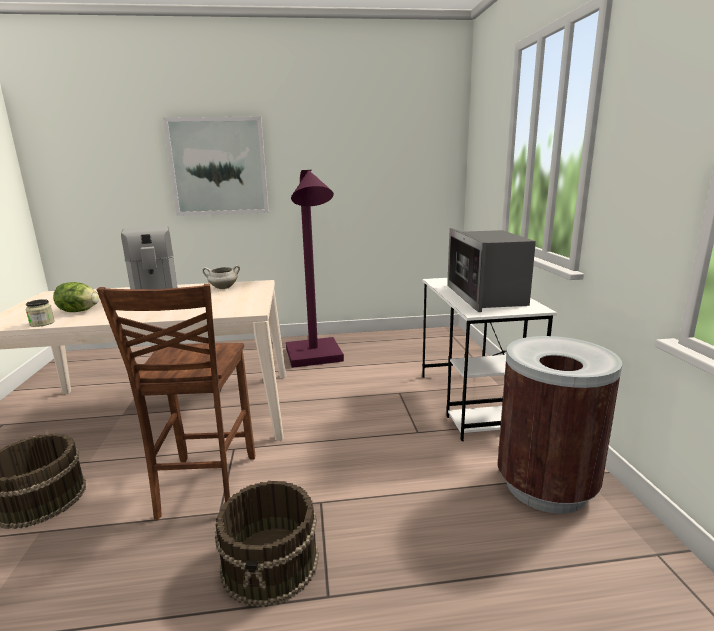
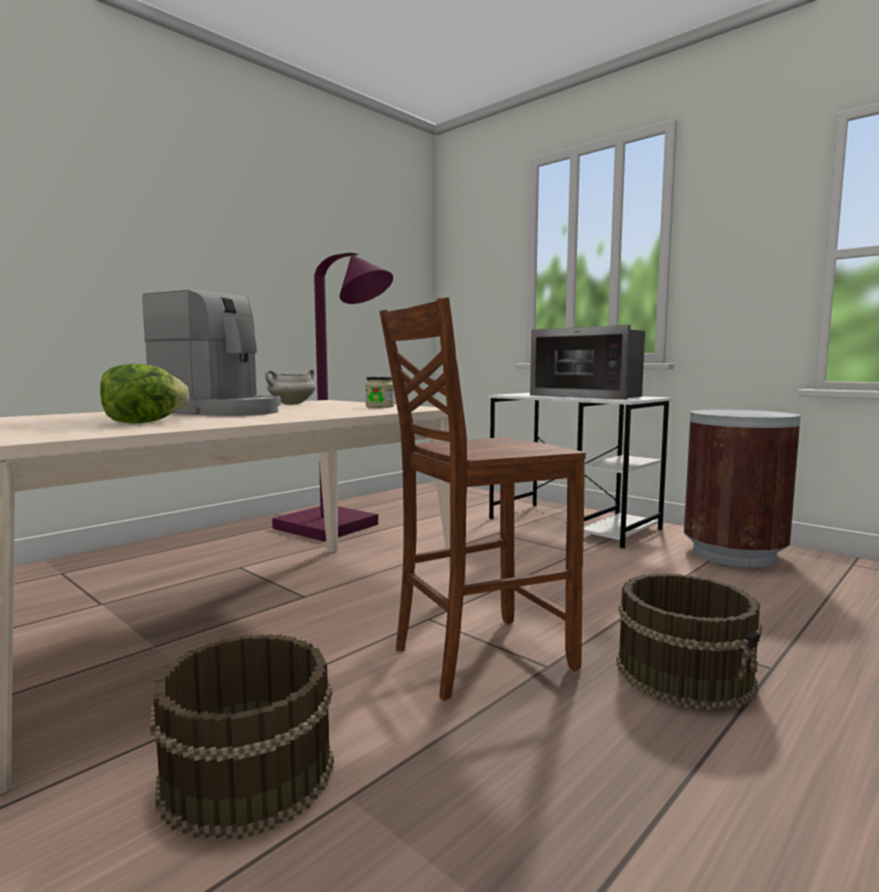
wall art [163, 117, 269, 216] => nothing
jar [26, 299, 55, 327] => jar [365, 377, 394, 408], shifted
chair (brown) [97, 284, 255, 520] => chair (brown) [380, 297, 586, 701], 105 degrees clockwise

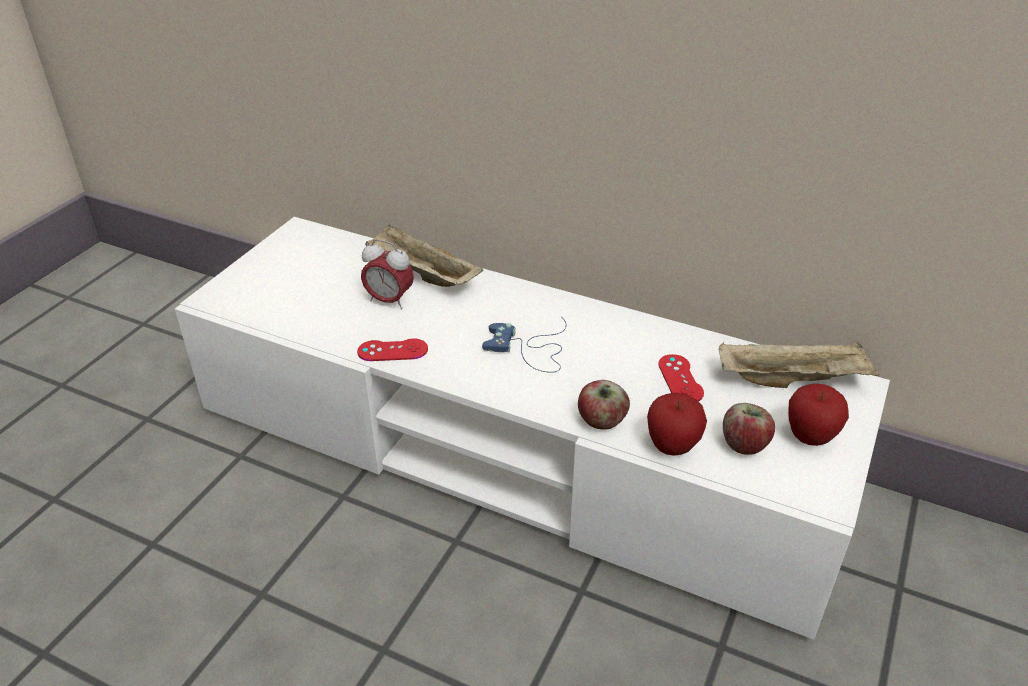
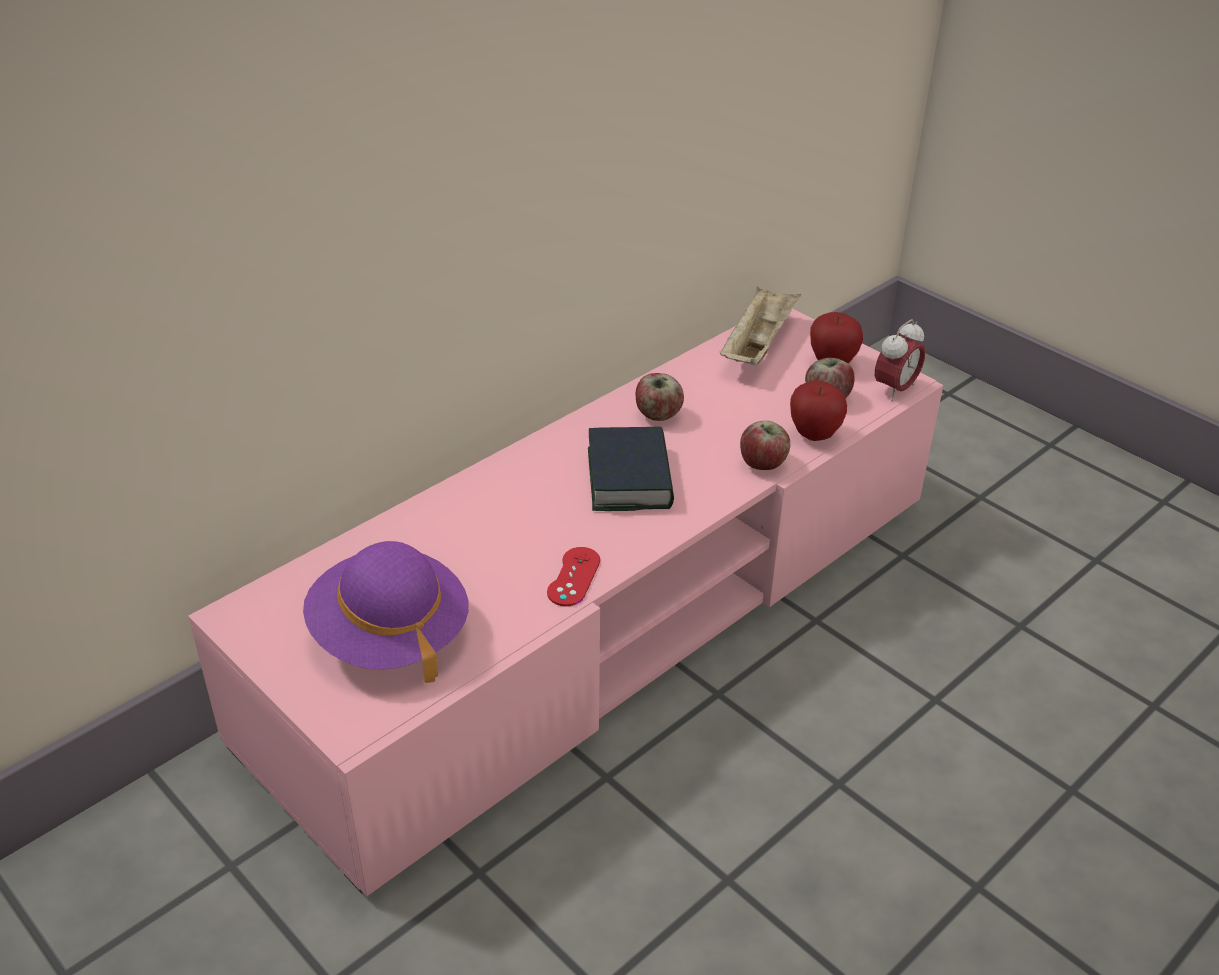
tray (sand-coloured) [365, 224, 483, 287] => nothing
gamepad (reddish) [658, 354, 704, 401] => nothing
nothing => clothing hat (purplish) [303, 541, 469, 683]
nothing => whole apple [636, 373, 684, 421]
alarm clock [361, 239, 414, 309] => alarm clock [875, 319, 926, 401], shifted
gamepad (blue) [482, 317, 567, 373] => volume [588, 427, 674, 511]
media console (whitish) [175, 217, 890, 640] => media console (pink-coloured) [188, 309, 943, 896]

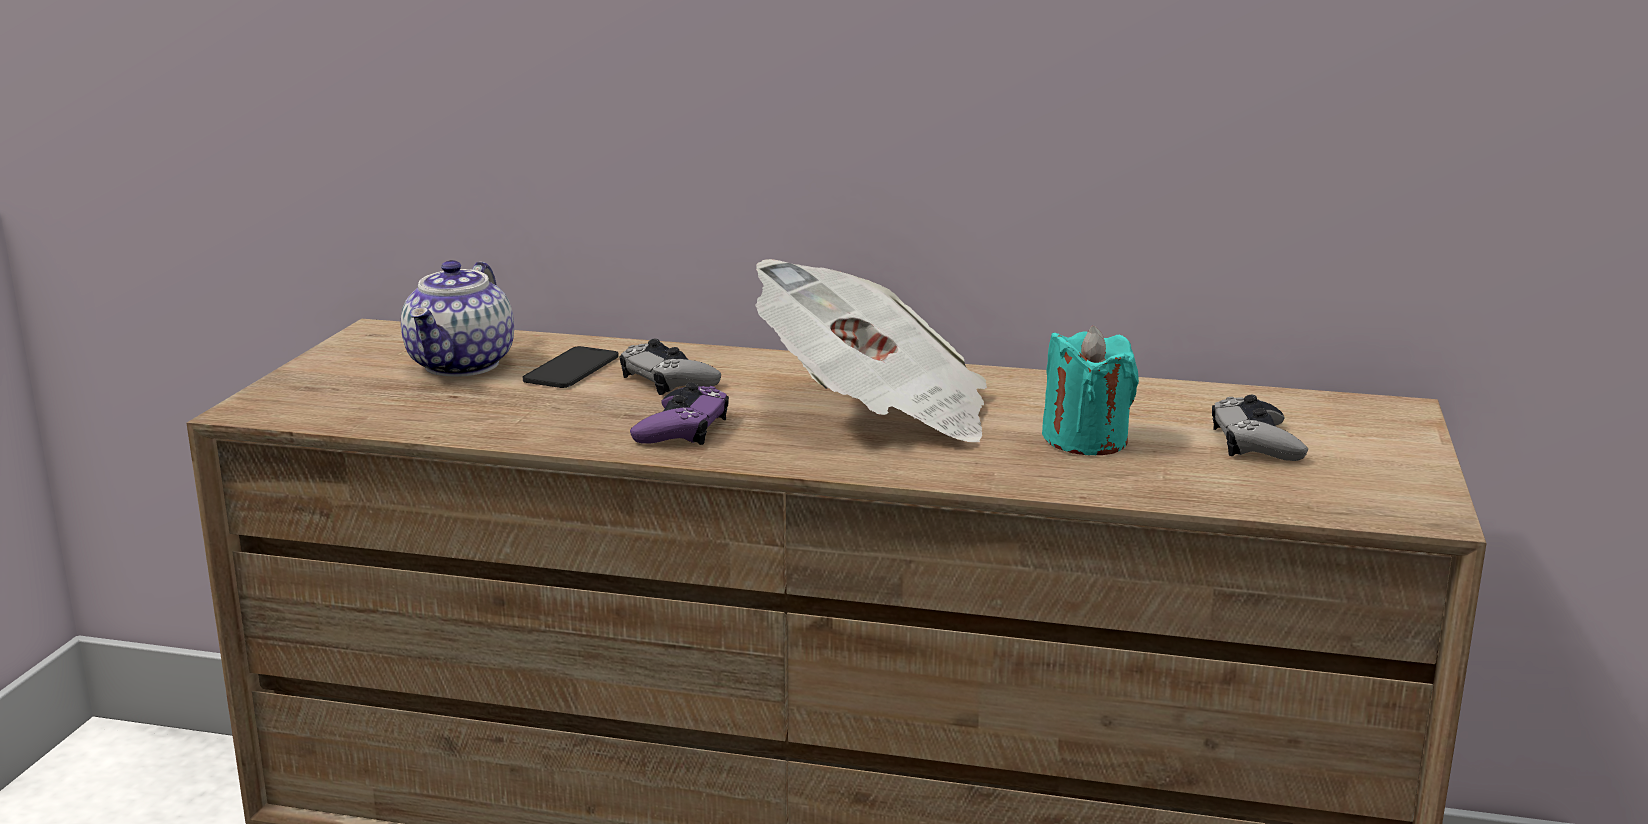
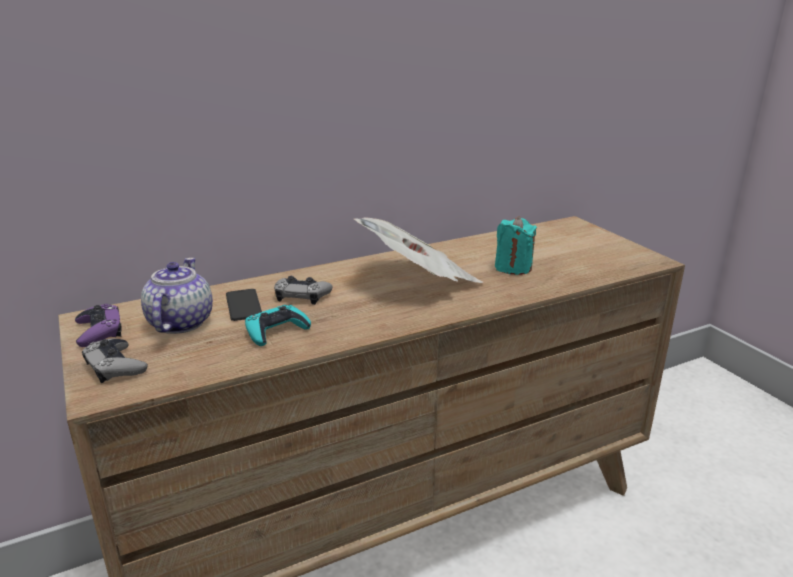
nothing => gamepad (turquoise) [245, 305, 311, 346]
gamepad (purplish) [630, 382, 729, 445] => gamepad (purplish) [75, 304, 122, 347], shifted
gamepad (gray) [1212, 395, 1308, 461] => gamepad (gray) [82, 339, 148, 383], shifted
tea pot [401, 260, 514, 377] => tea pot [141, 258, 213, 334], 150 degrees counterclockwise

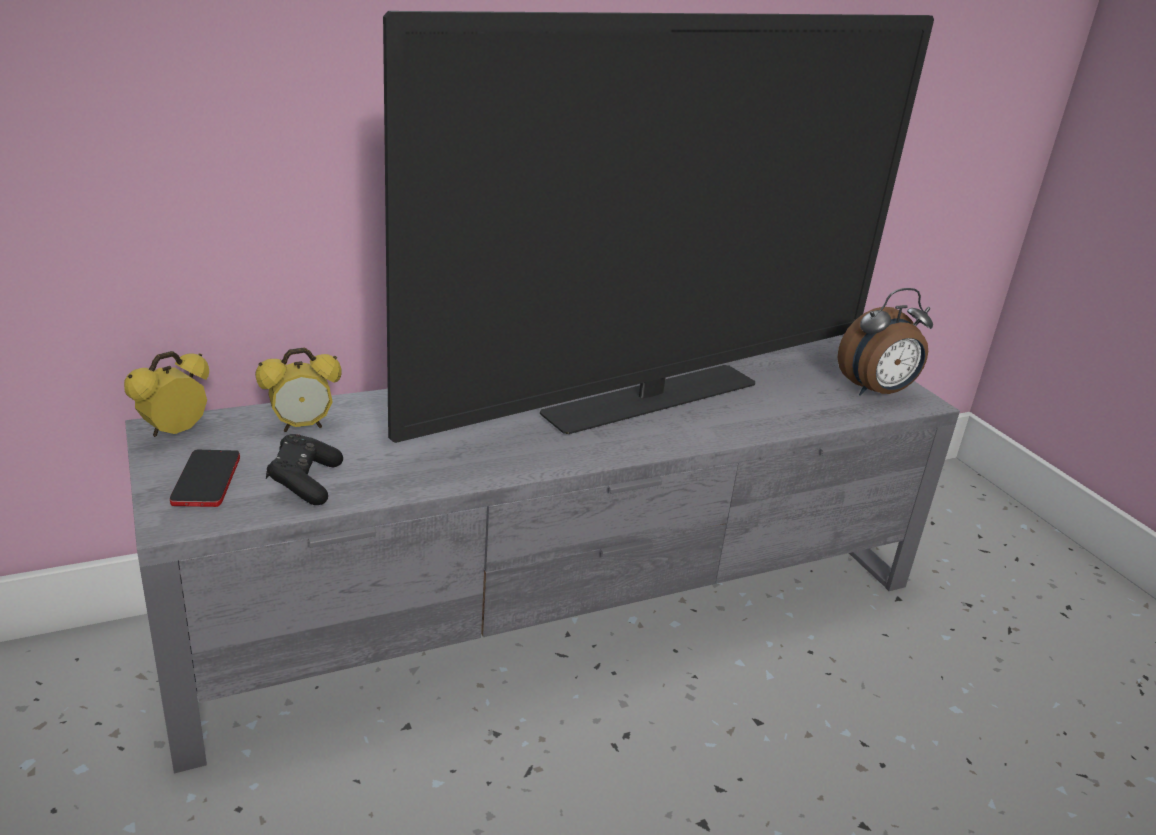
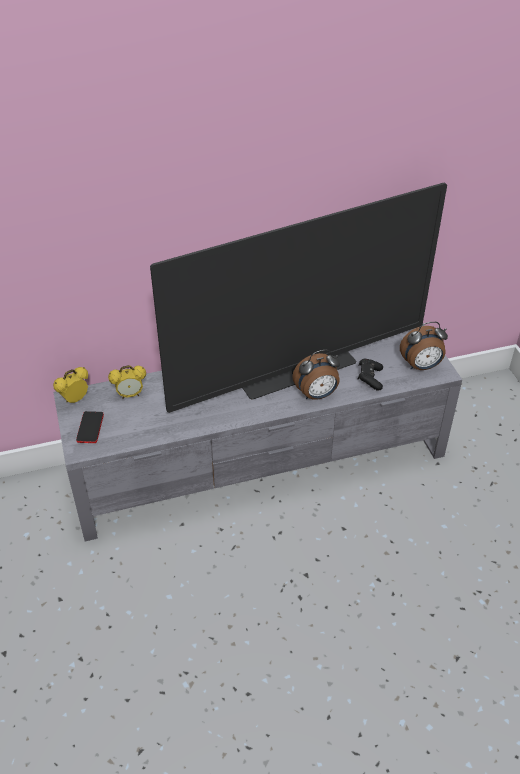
nothing => alarm clock [292, 350, 340, 400]
gamepad (black) [266, 434, 343, 505] => gamepad (black) [358, 359, 383, 391], shifted

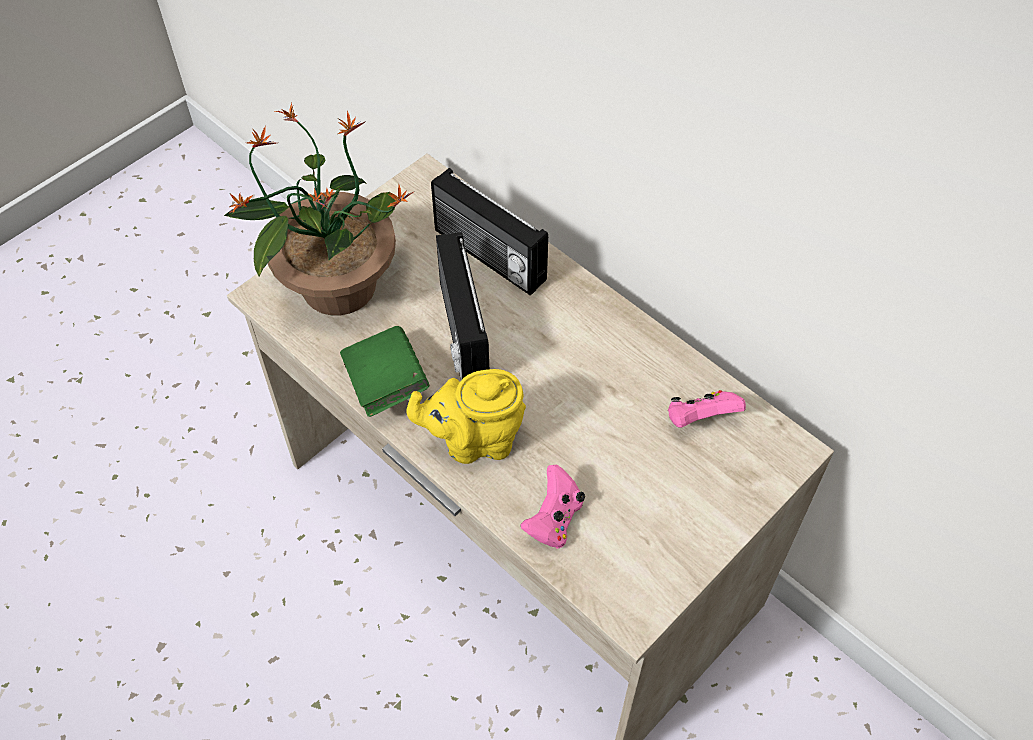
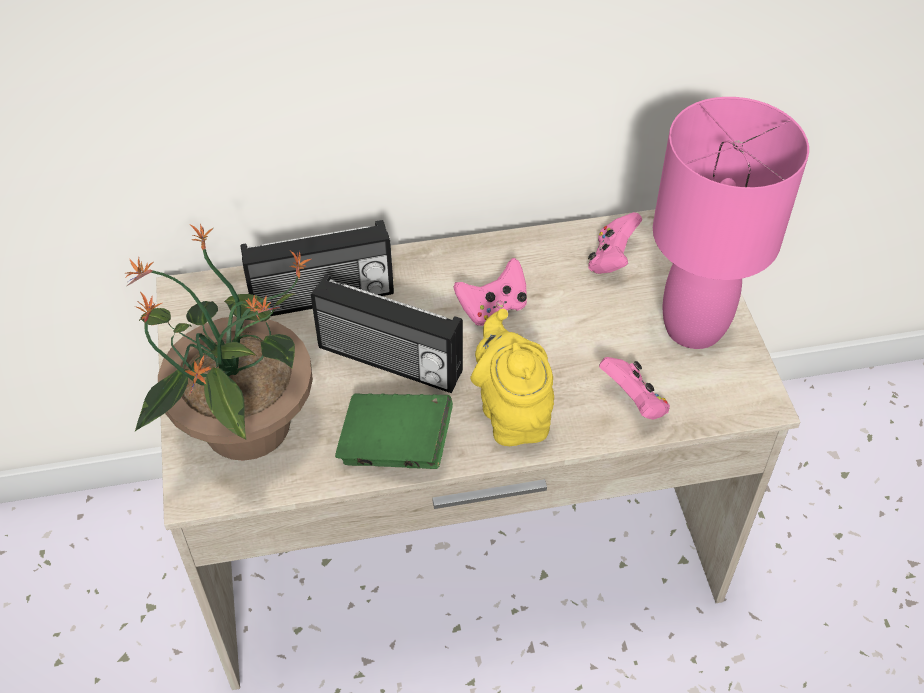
nothing => gamepad (pink-coloured) [453, 258, 527, 326]
nothing => tabletop lamp (pink-coloured) [653, 97, 809, 349]
tea pot (yellow-coloured) [406, 369, 526, 464] => tea pot (yellow-coloured) [470, 309, 554, 446], 135 degrees clockwise

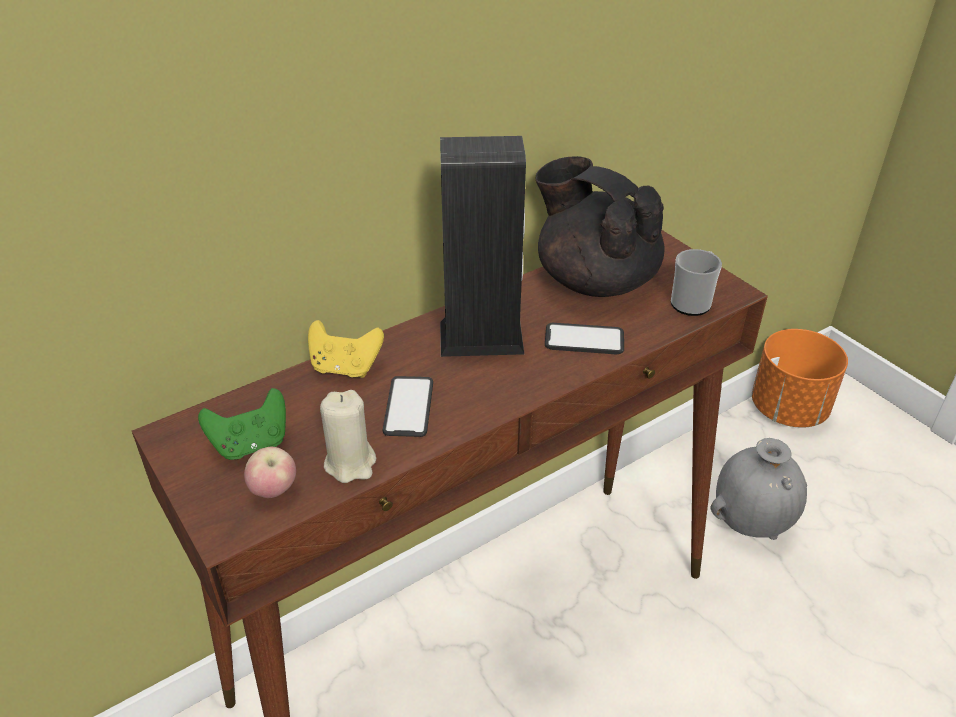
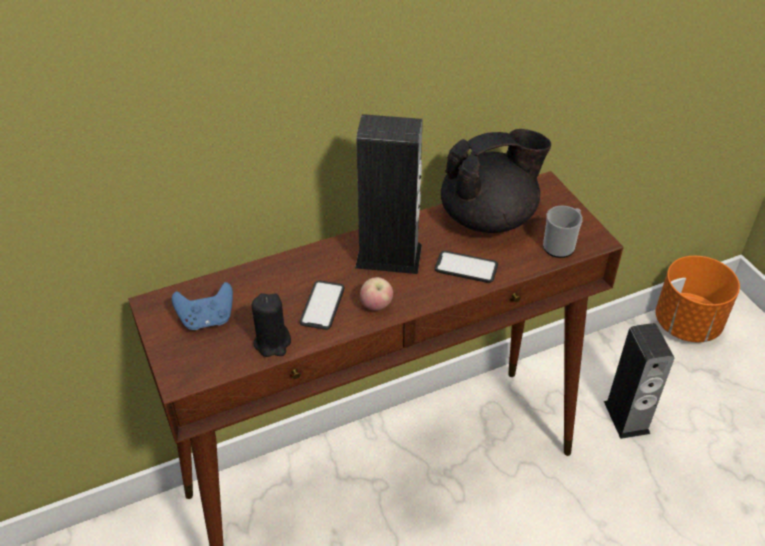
gamepad (yellow-coloured) [308, 320, 384, 378] => nothing
whole apple [244, 447, 296, 498] => whole apple [360, 277, 393, 311], shifted
vase (gray) [710, 438, 807, 540] => speaker [604, 323, 674, 439]
gamepad (green) [198, 388, 286, 460] => gamepad (blue) [172, 282, 233, 330]
wax light (sand-coloured) [320, 390, 376, 483] => wax light (black) [252, 293, 291, 357]
tea pot (black) [535, 156, 665, 297] => tea pot (black) [441, 129, 551, 233], 105 degrees clockwise

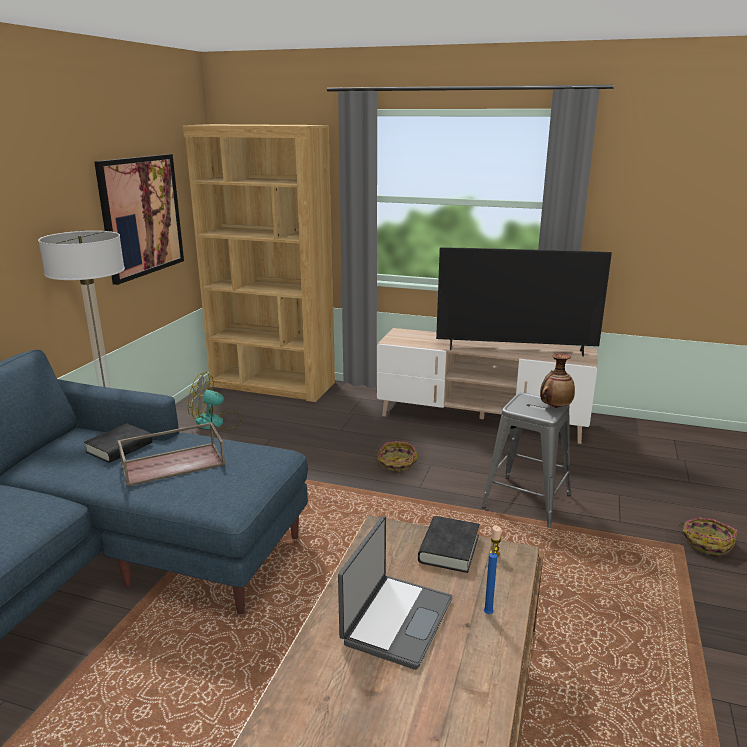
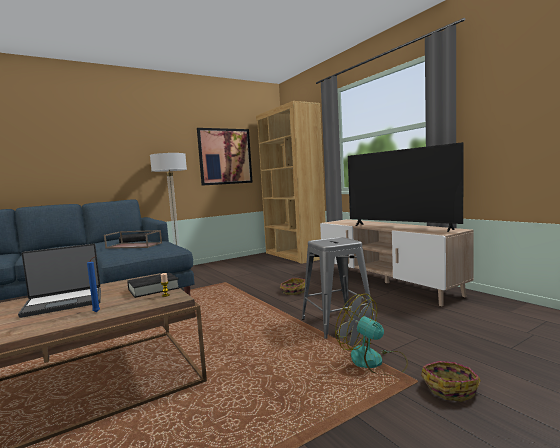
vase [540, 353, 575, 408] => nothing
cooling fan [188, 372, 241, 430] => cooling fan [335, 294, 408, 375], shifted

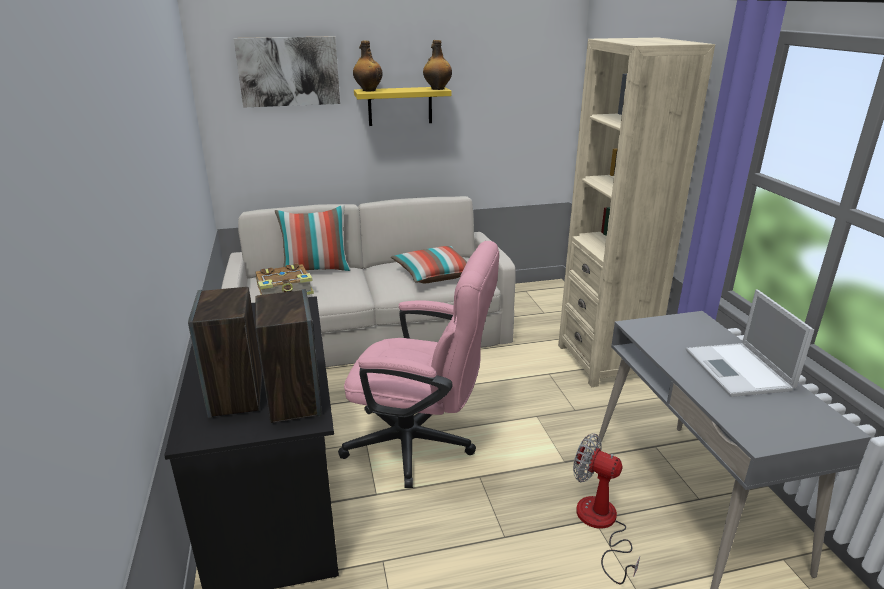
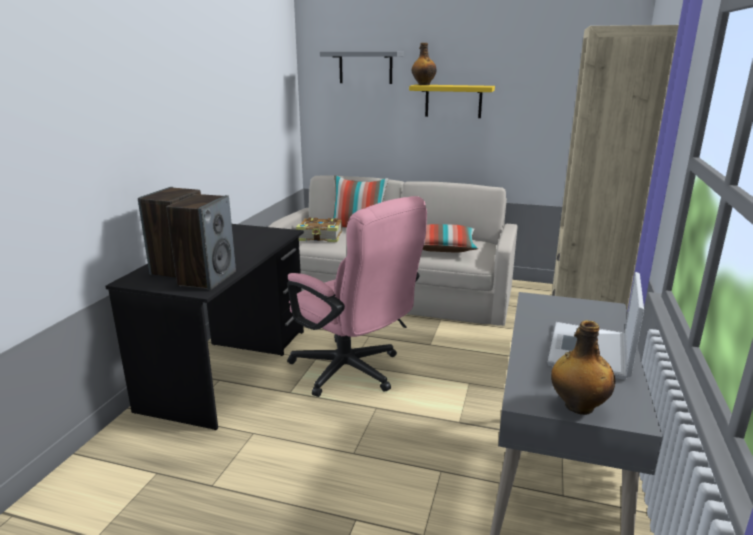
cooling fan [573, 434, 640, 584] => nothing
bottle [423, 40, 452, 90] => bottle [551, 320, 615, 415], shifted
wall art [234, 36, 340, 108] => wall shelf (gray) [320, 52, 404, 84]

